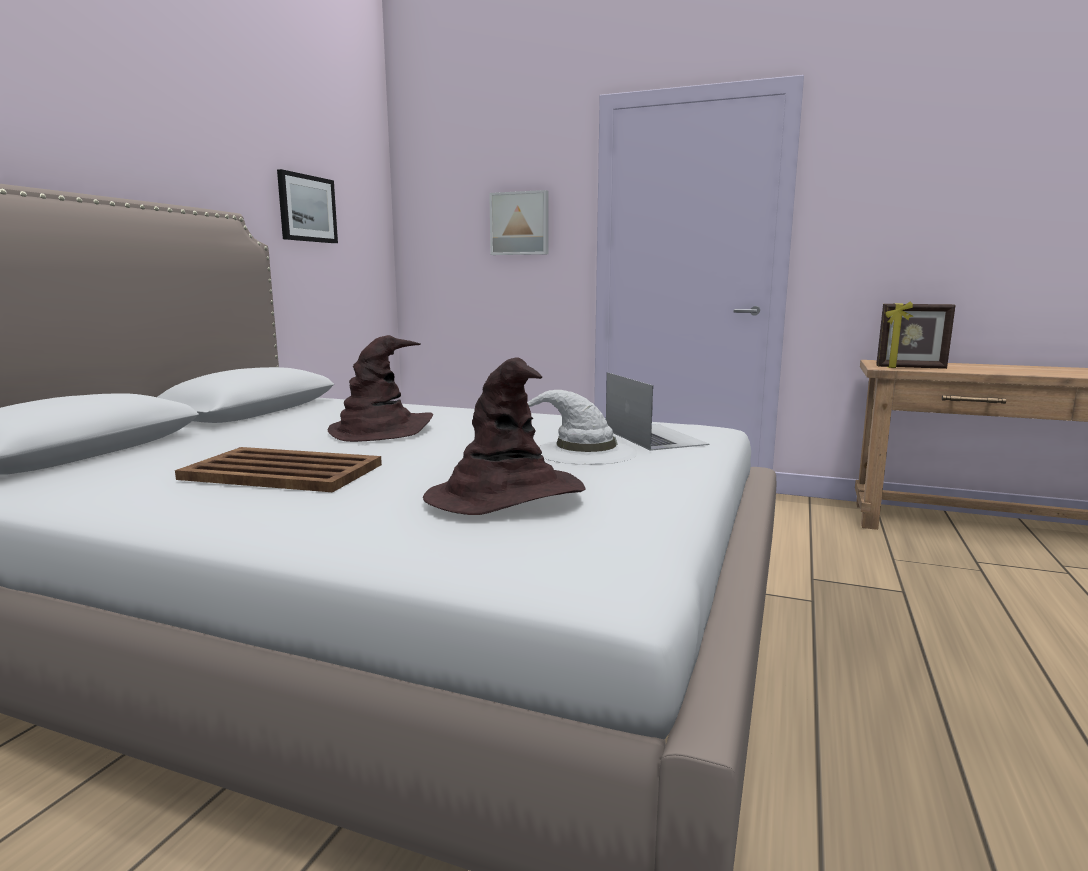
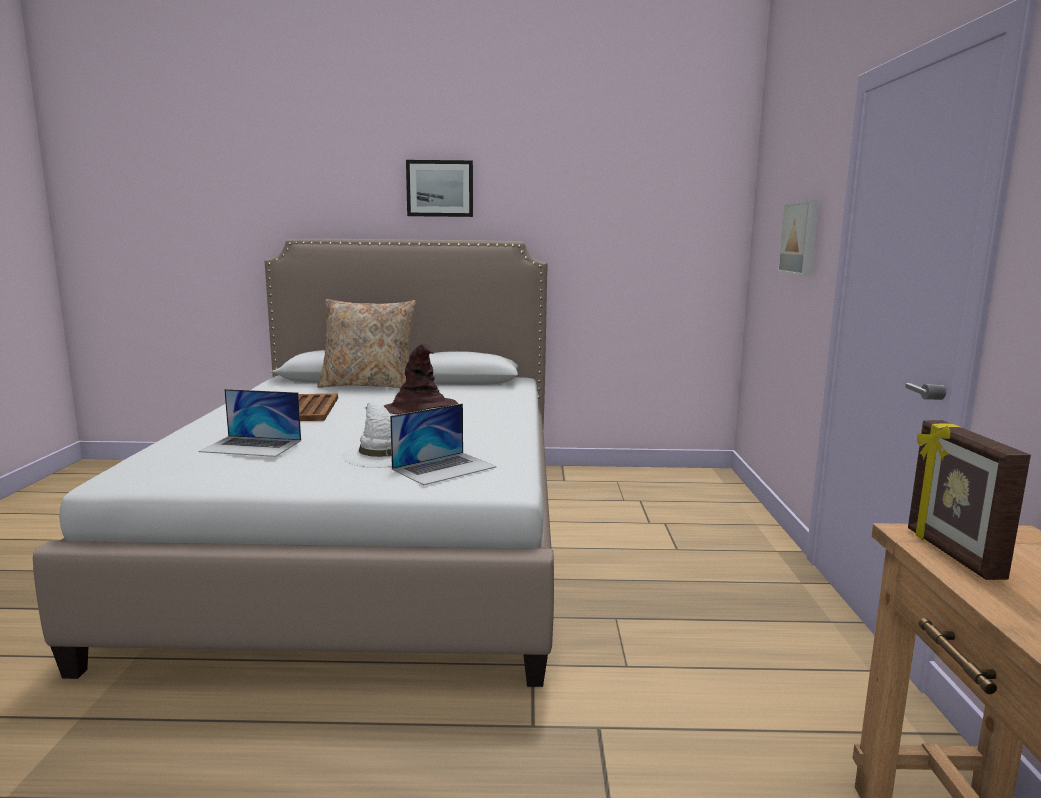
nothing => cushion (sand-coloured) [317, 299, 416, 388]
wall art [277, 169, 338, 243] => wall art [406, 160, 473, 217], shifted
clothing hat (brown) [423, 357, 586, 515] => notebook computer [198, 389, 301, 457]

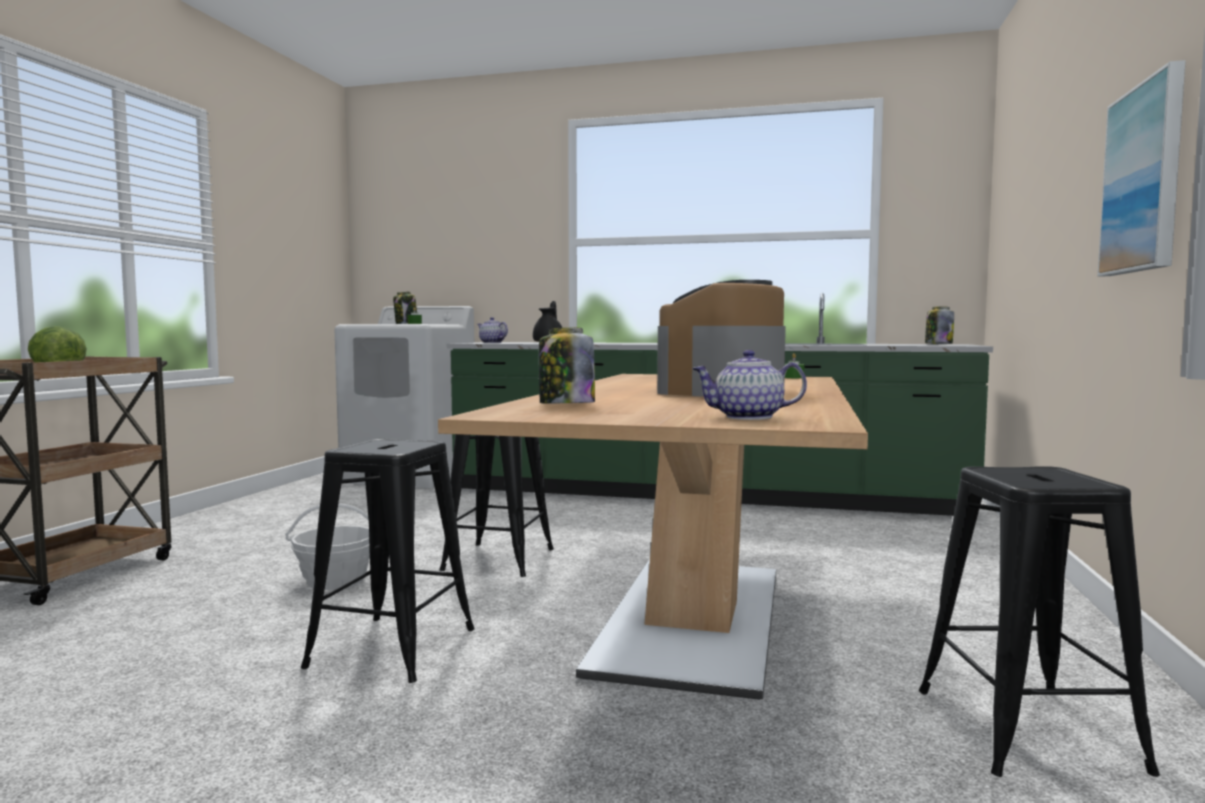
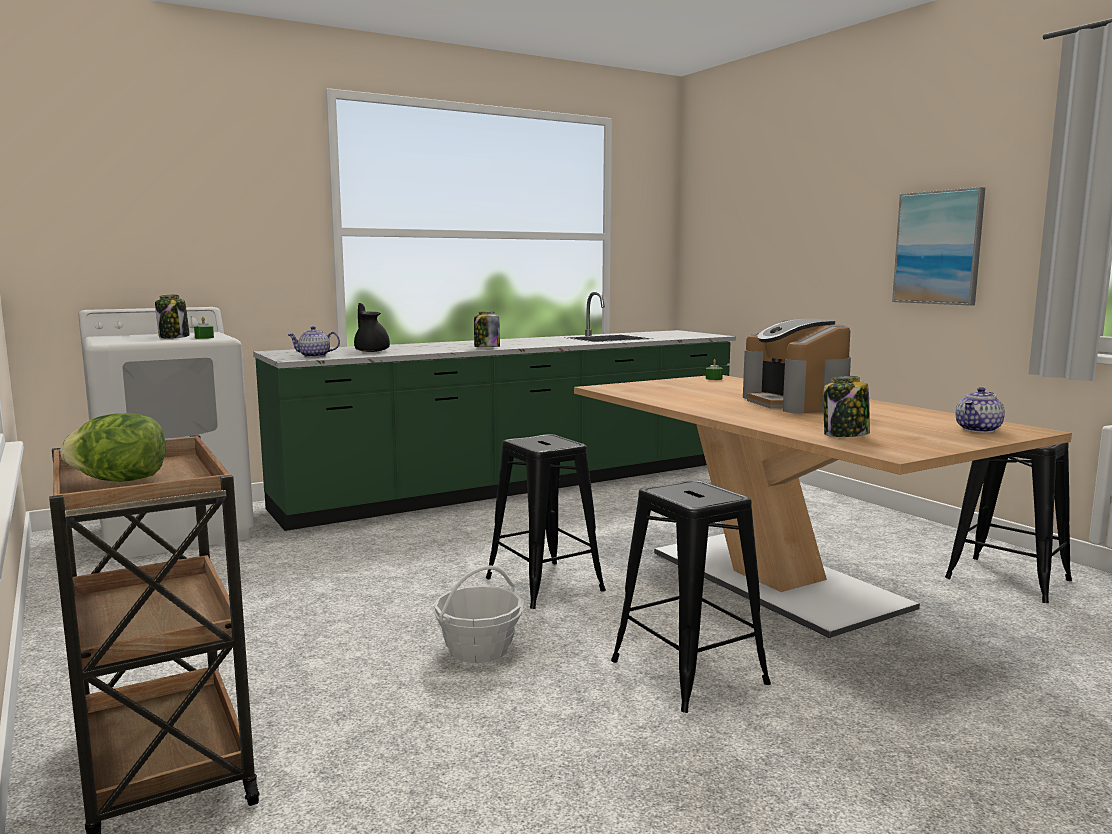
jar [925, 306, 954, 344] => jar [474, 312, 500, 347], shifted

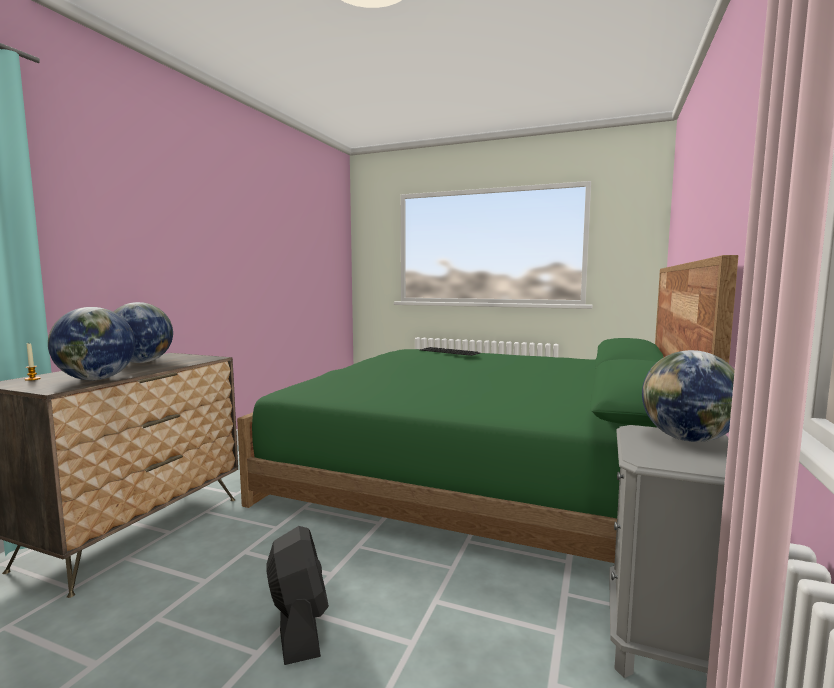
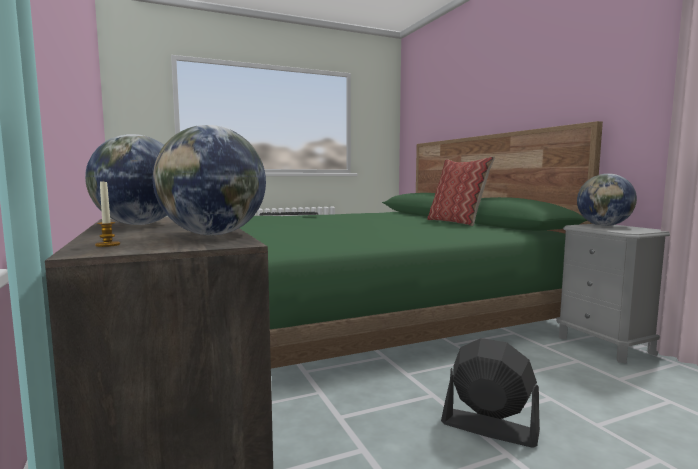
nothing => cushion [427, 156, 495, 226]

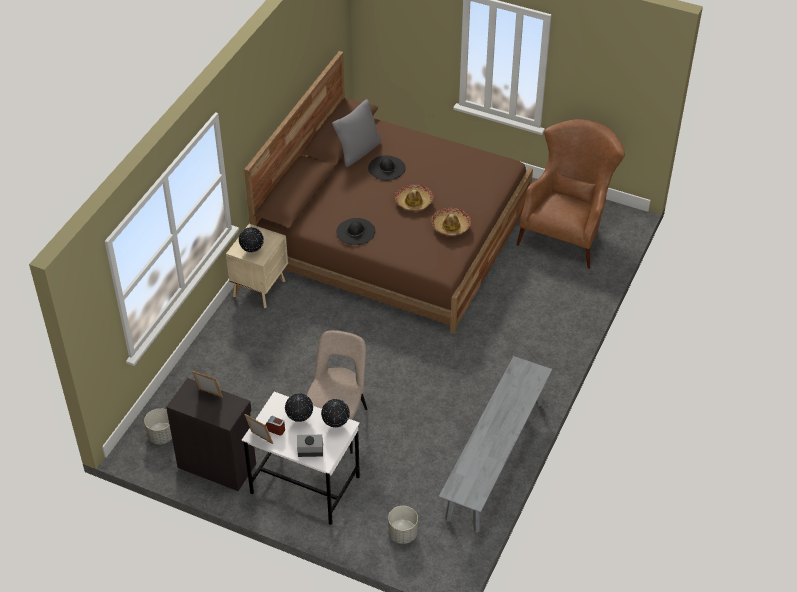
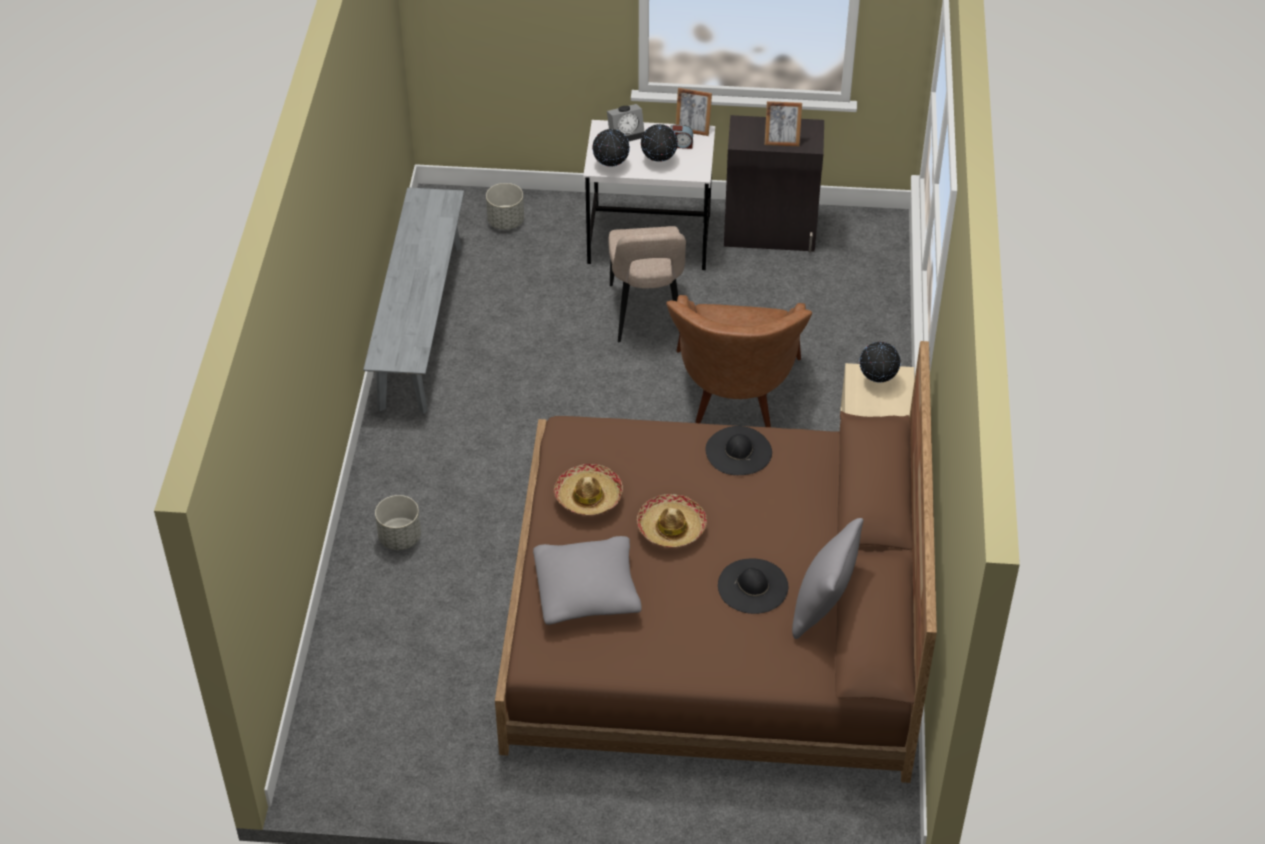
nothing => cushion (gray) [533, 536, 642, 625]
plant pot (gray) [144, 408, 172, 444] => plant pot (gray) [375, 495, 421, 550], shifted
lounge chair (brown) [517, 119, 625, 269] => lounge chair (brown) [666, 295, 812, 427], shifted

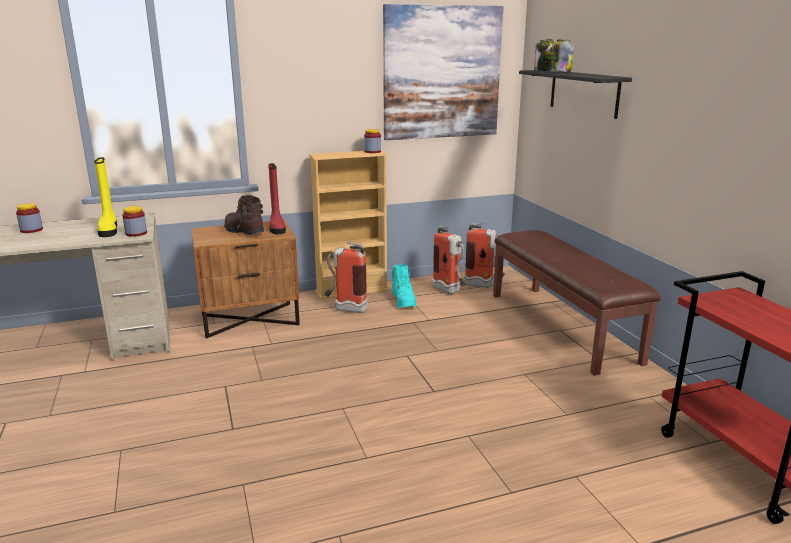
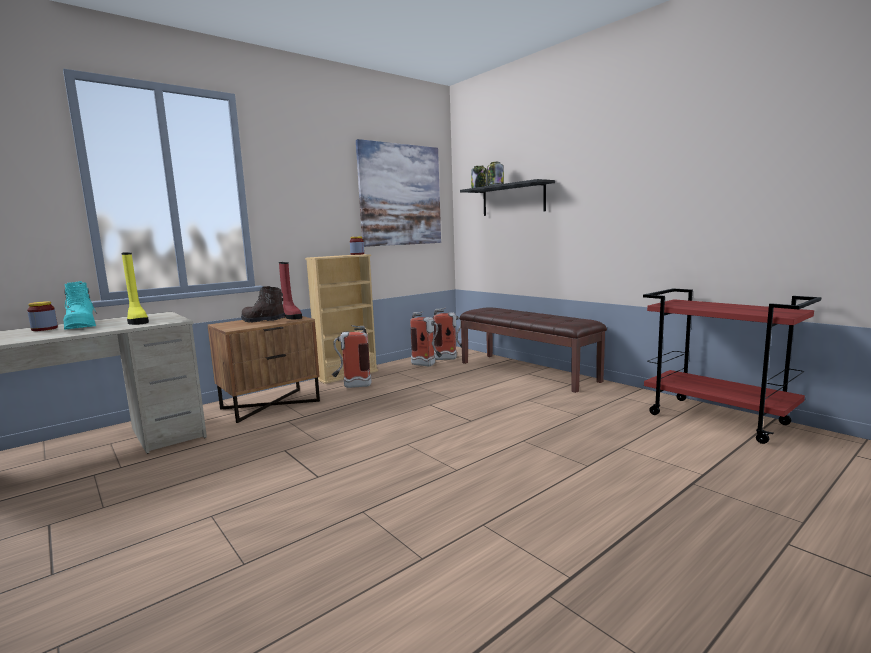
jar [122, 206, 147, 237] => nothing
high-top boot (turquoise) [392, 264, 416, 308] => high-top boot (turquoise) [64, 281, 97, 330], shifted

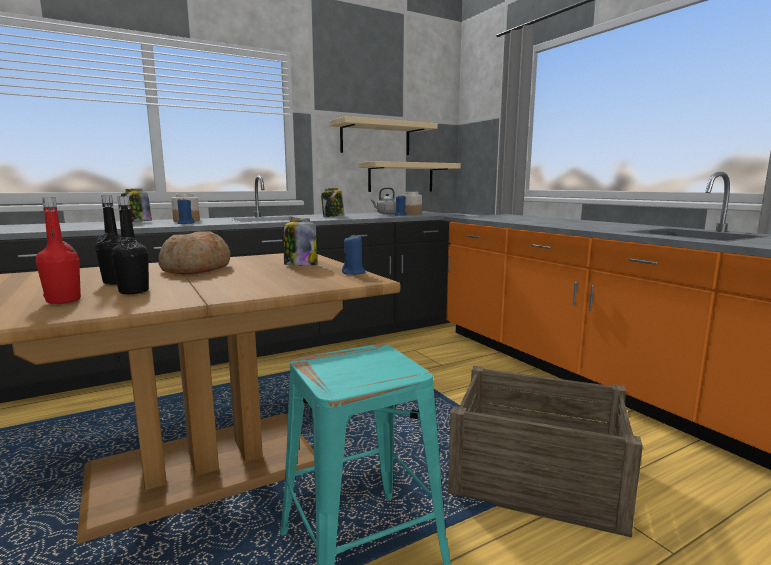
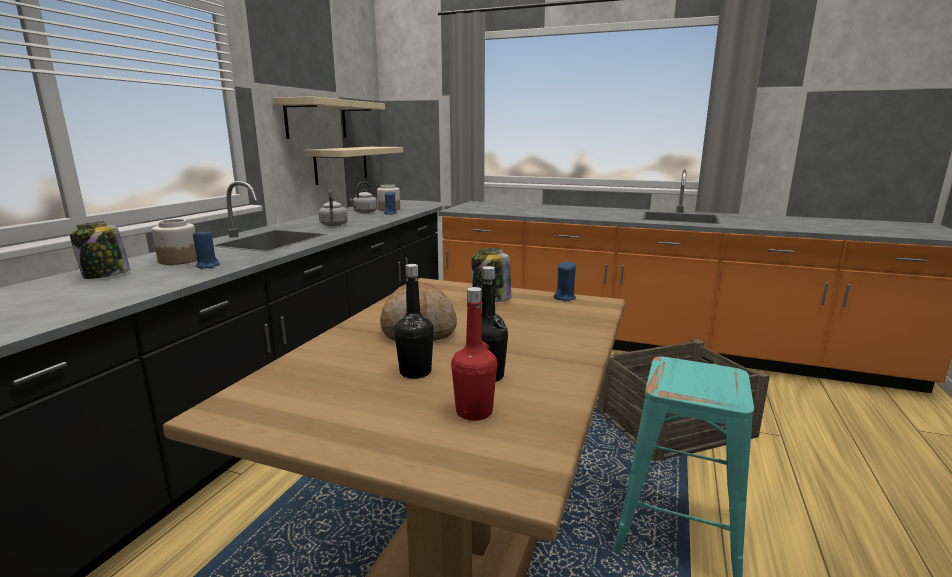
jar [321, 188, 344, 217] => tea kettle (gray) [318, 190, 348, 226]

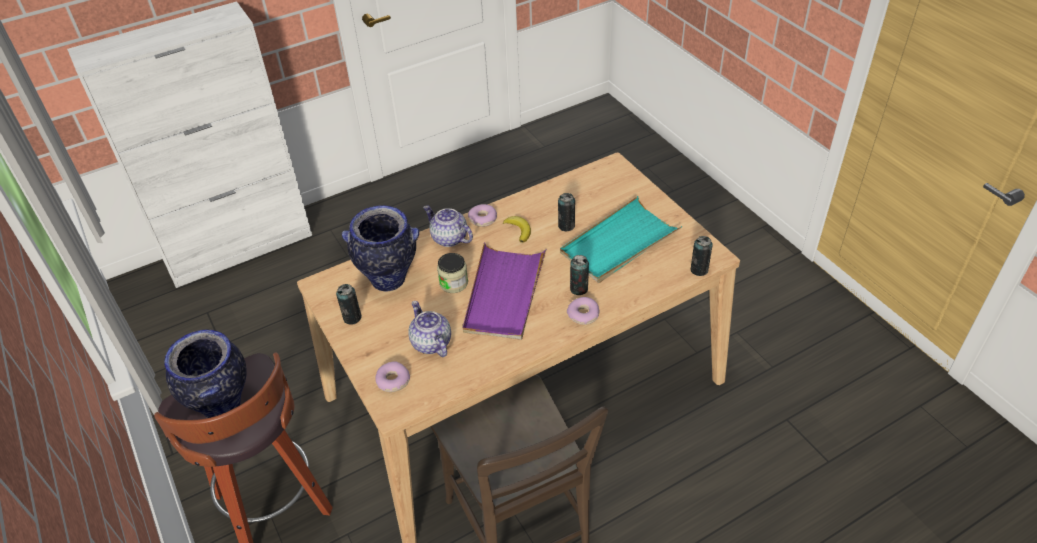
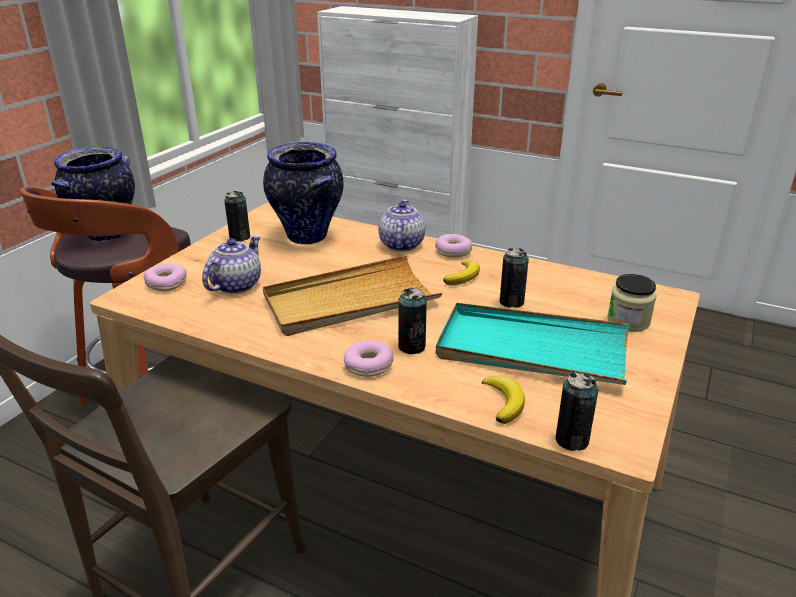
nothing => banana [482, 376, 525, 424]
jar [437, 253, 468, 293] => jar [607, 274, 657, 332], shifted
tray (purplish) [463, 242, 546, 340] => tray (sand-coloured) [263, 255, 442, 336]

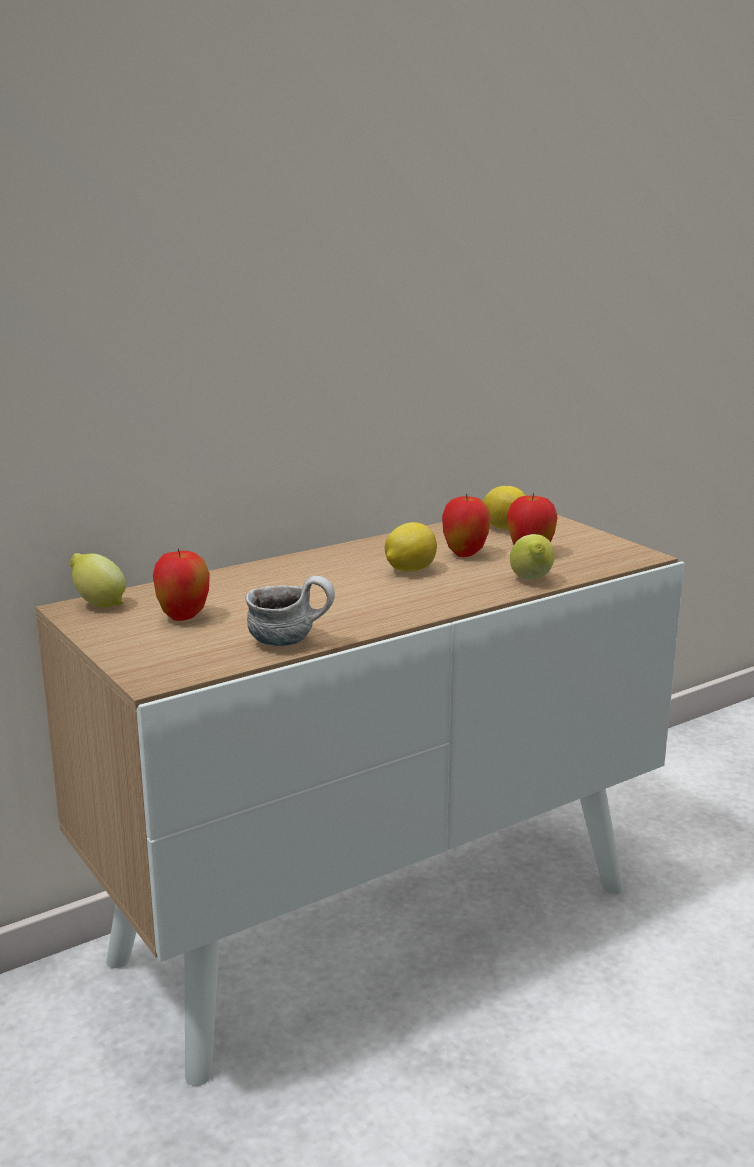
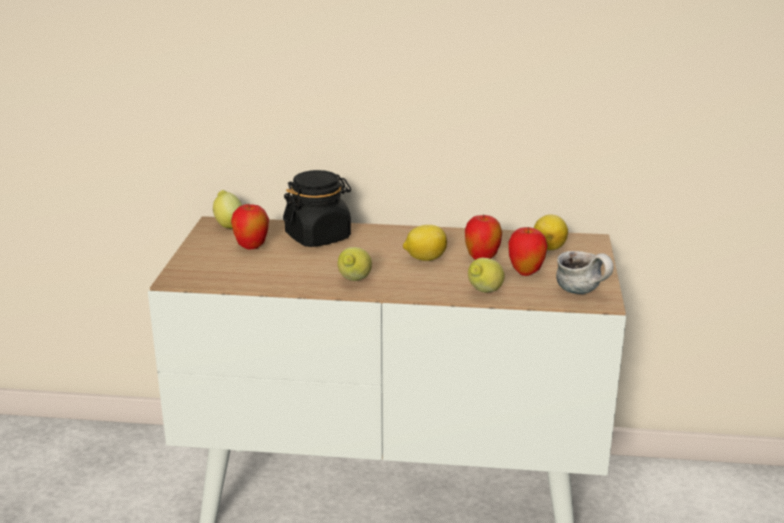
nothing => jar (black) [283, 170, 351, 247]
nothing => citrus fruit [338, 247, 372, 281]
tea mug [245, 576, 335, 646] => tea mug [556, 251, 613, 294], shifted

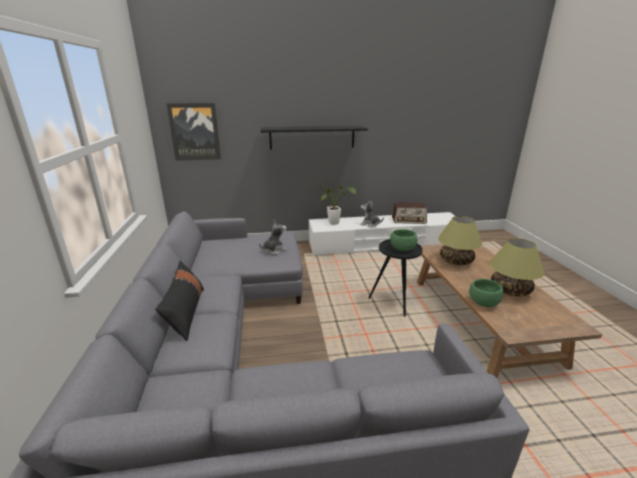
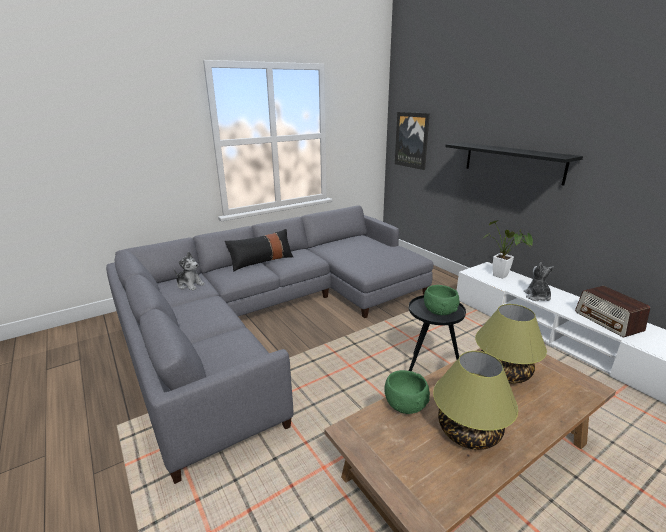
plush toy [259, 220, 287, 255] => plush toy [174, 252, 205, 291], shifted

